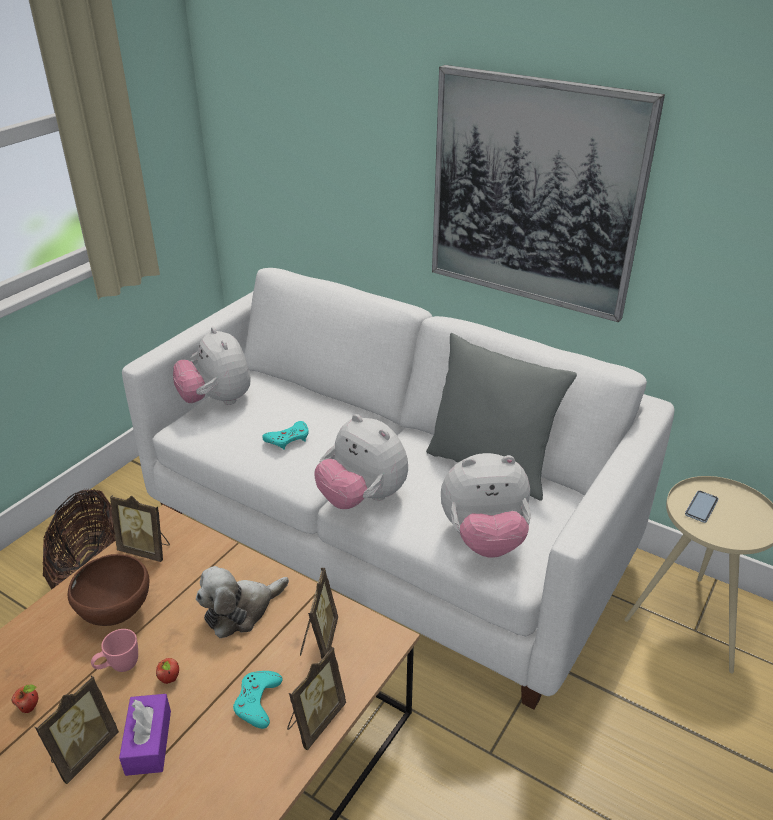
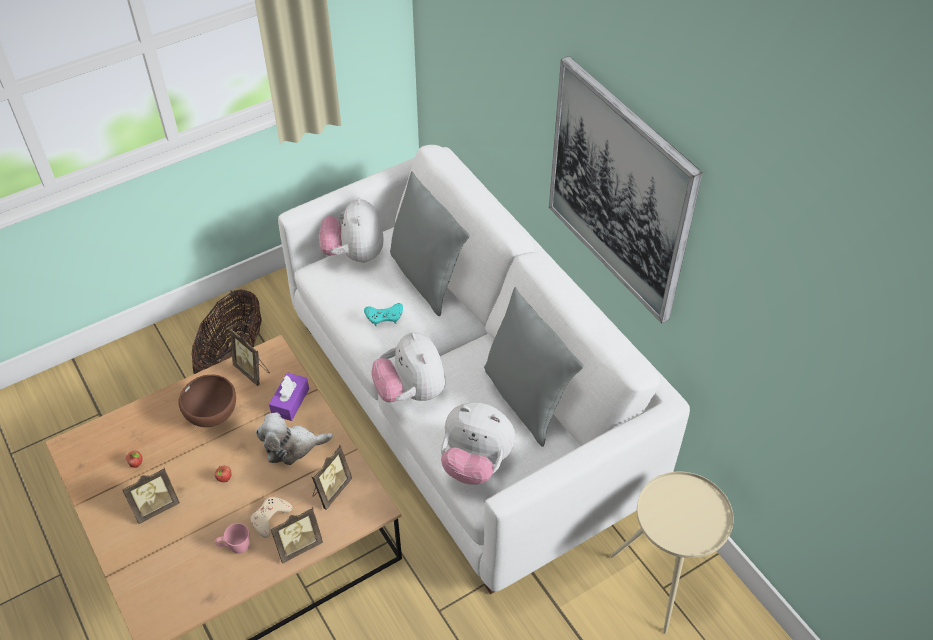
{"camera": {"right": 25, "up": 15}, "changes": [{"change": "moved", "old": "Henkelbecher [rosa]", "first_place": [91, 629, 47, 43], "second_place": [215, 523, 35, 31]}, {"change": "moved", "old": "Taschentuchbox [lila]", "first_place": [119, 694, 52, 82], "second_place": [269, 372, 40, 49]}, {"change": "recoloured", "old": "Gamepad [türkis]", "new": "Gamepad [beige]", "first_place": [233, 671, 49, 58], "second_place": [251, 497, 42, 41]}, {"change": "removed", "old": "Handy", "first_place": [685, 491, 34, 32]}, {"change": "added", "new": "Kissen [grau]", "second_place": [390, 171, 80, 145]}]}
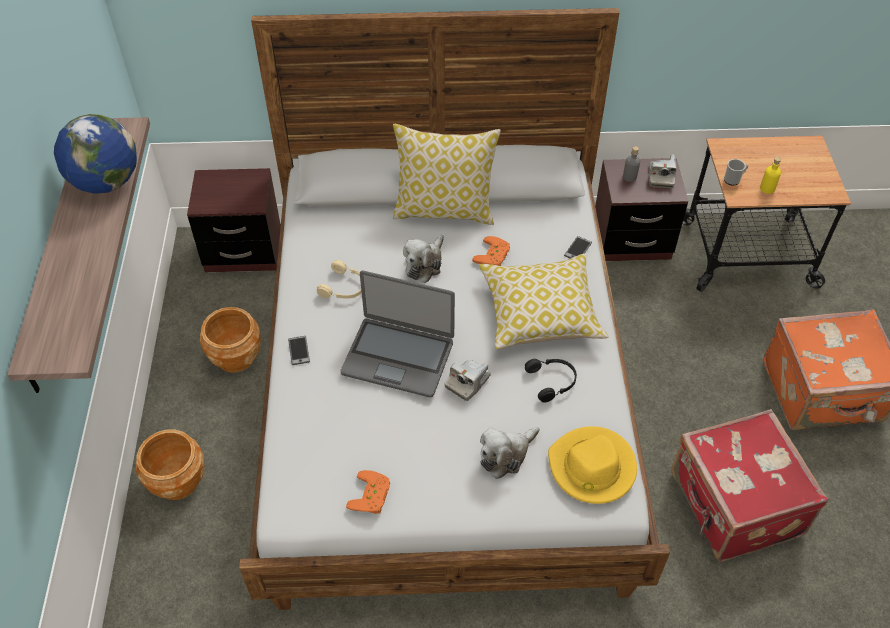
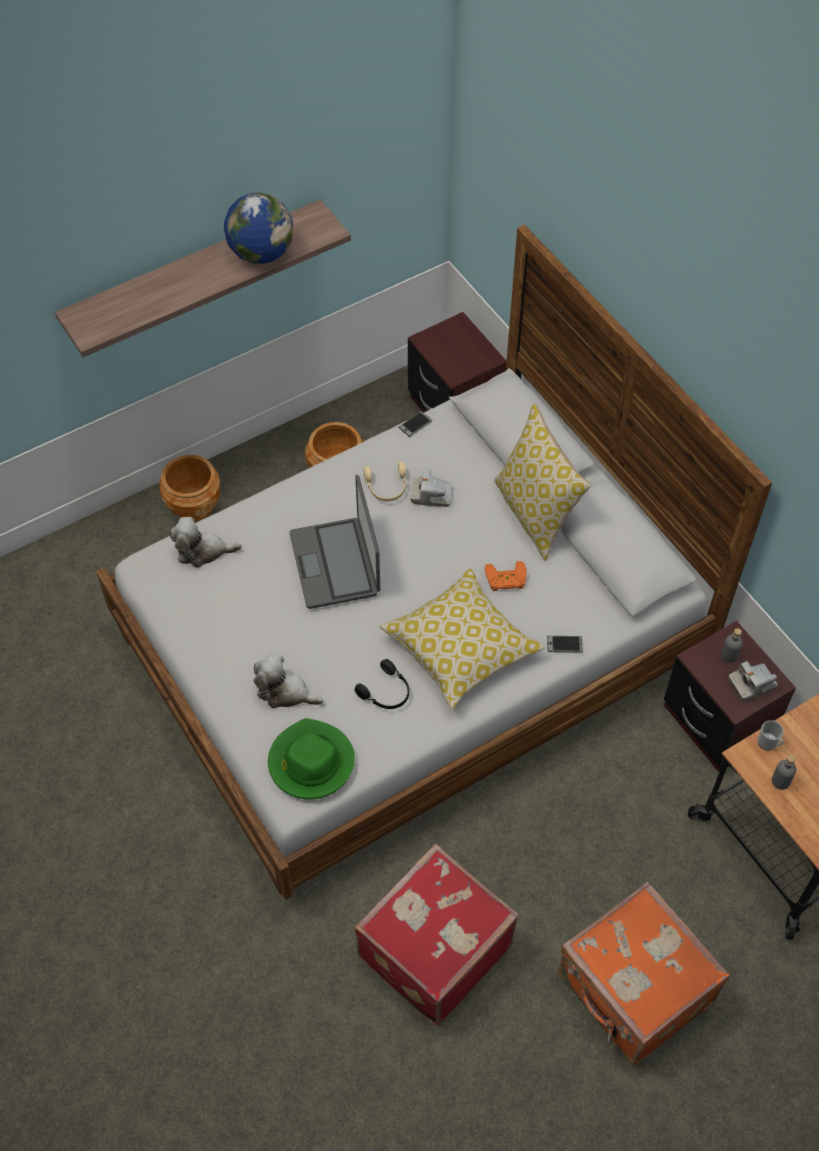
{"camera": {"right": 60, "up": 5}, "changes": [{"change": "moved", "old": "Handy", "first_place": [288, 336, 22, 29], "second_place": [398, 411, 34, 26]}, {"change": "removed", "old": "Gamepad [orange]", "first_place": [346, 470, 44, 44]}, {"change": "moved", "old": "Plüschtier", "first_place": [403, 235, 41, 48], "second_place": [170, 517, 72, 51]}, {"change": "moved", "old": "Kamera", "first_place": [444, 359, 47, 42], "second_place": [411, 469, 42, 38]}, {"change": "recoloured", "old": "Hut [gelb]", "new": "Hut [grün]", "first_place": [548, 426, 89, 78], "second_place": [268, 718, 87, 81]}, {"change": "recoloured", "old": "Flasche [gelb]", "new": "Flasche [grau]", "first_place": [760, 157, 21, 37], "second_place": [772, 755, 24, 35]}]}
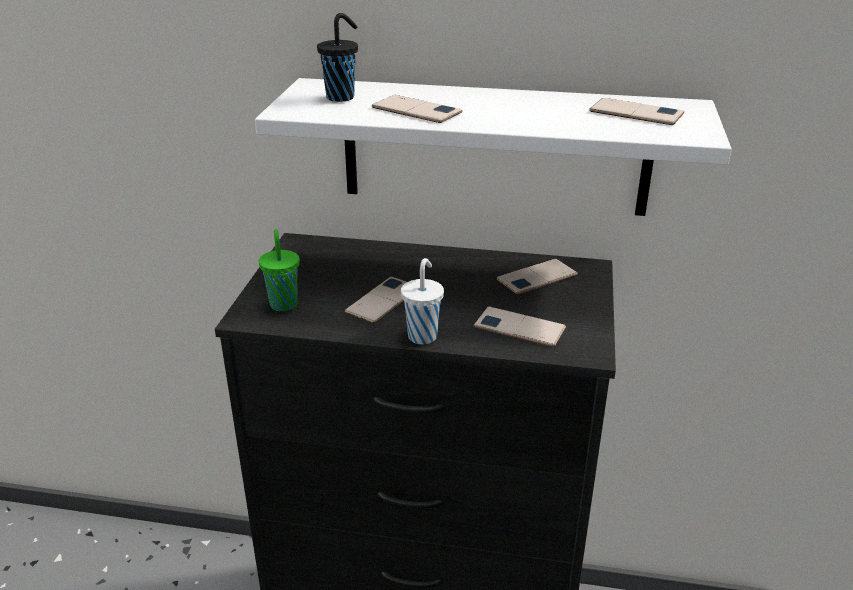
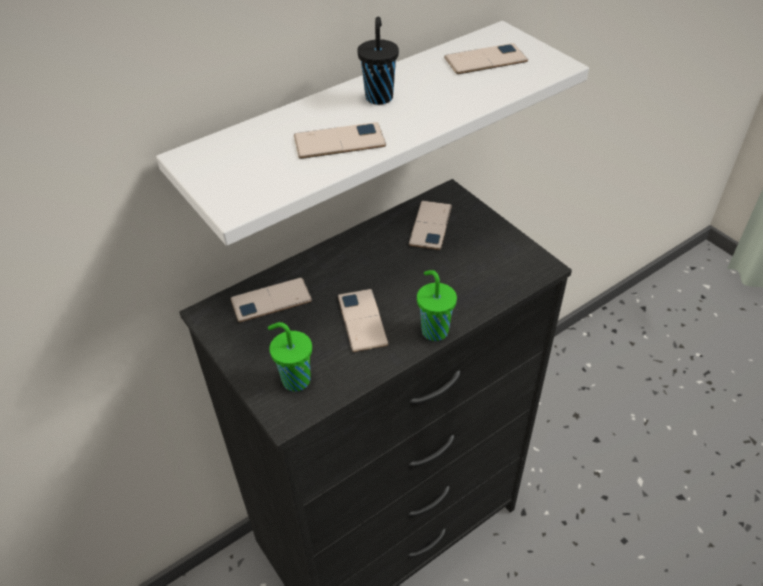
{"camera": {"right": -45, "up": 15}, "changes": [{"change": "moved", "old": "Tasse [schwarz]", "first_place": [317, 13, 41, 89], "second_place": [357, 17, 42, 88]}, {"change": "recoloured", "old": "Tasse [weiß]", "new": "Tasse [grün]", "first_place": [401, 258, 43, 87], "second_place": [417, 270, 40, 71]}, {"change": "moved", "old": "Handy", "first_place": [474, 307, 92, 40], "second_place": [230, 278, 82, 44]}]}
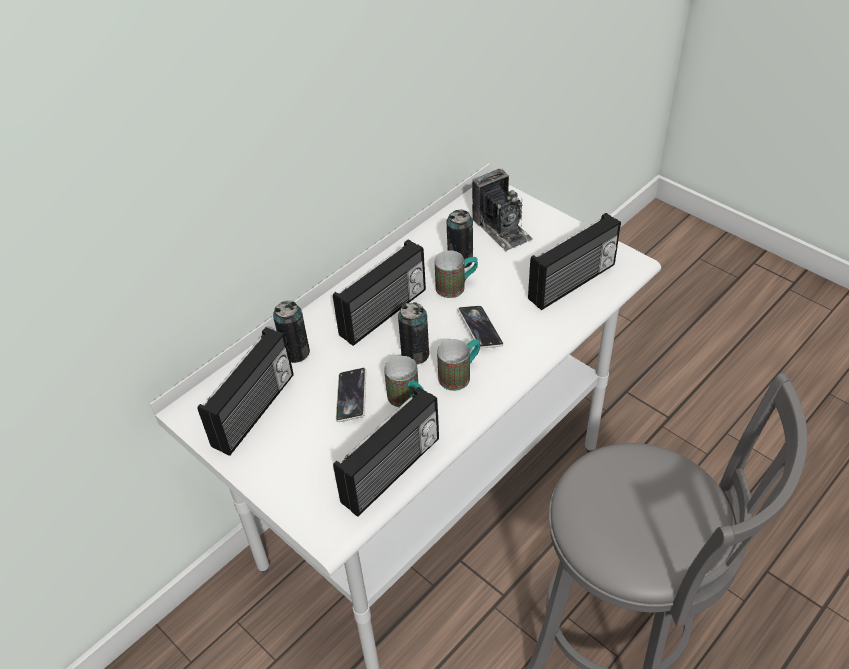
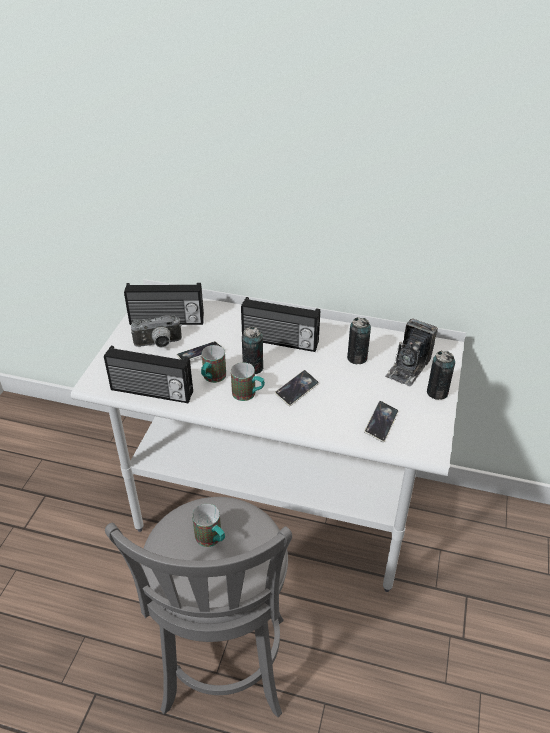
{"camera": {"right": 60, "up": -5}, "changes": [{"change": "moved", "old": "Dose", "first_place": [273, 301, 37, 62], "second_place": [427, 351, 28, 49]}, {"change": "moved", "old": "Henkelbecher", "first_place": [435, 250, 43, 48], "second_place": [192, 504, 33, 43]}, {"change": "replaced", "old": "Radio", "new": "Handy", "first_place": [528, 213, 93, 97], "second_place": [364, 401, 34, 41]}, {"change": "added", "new": "Kamera", "second_place": [131, 315, 51, 33]}]}
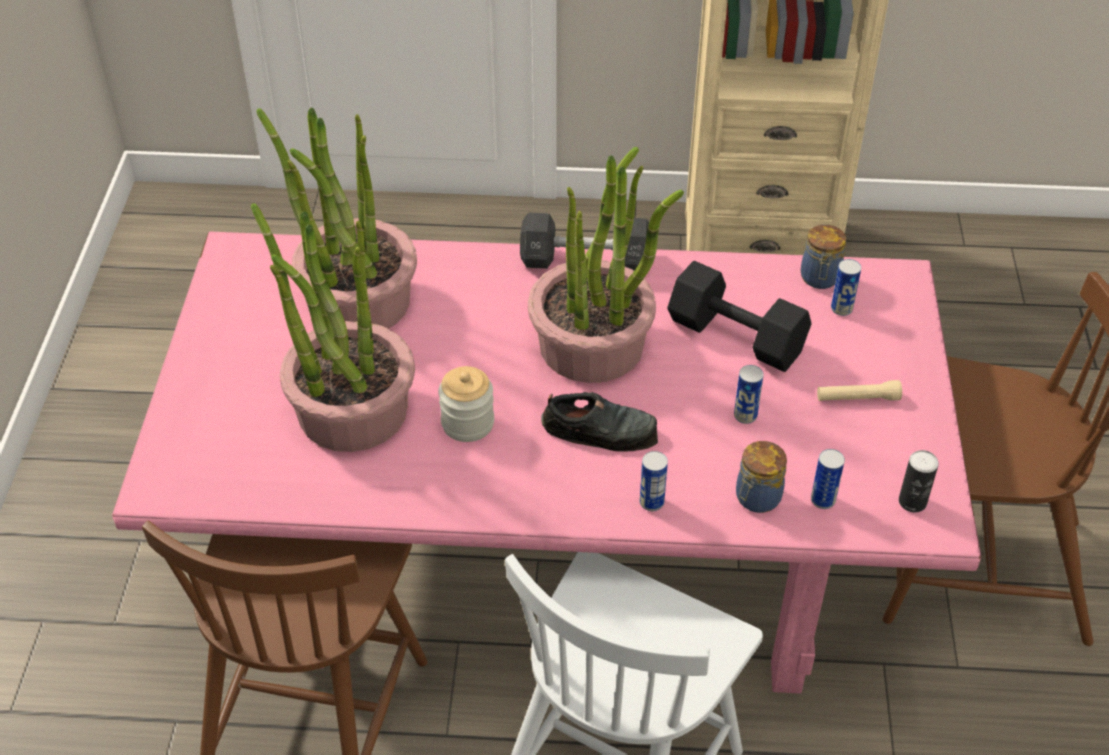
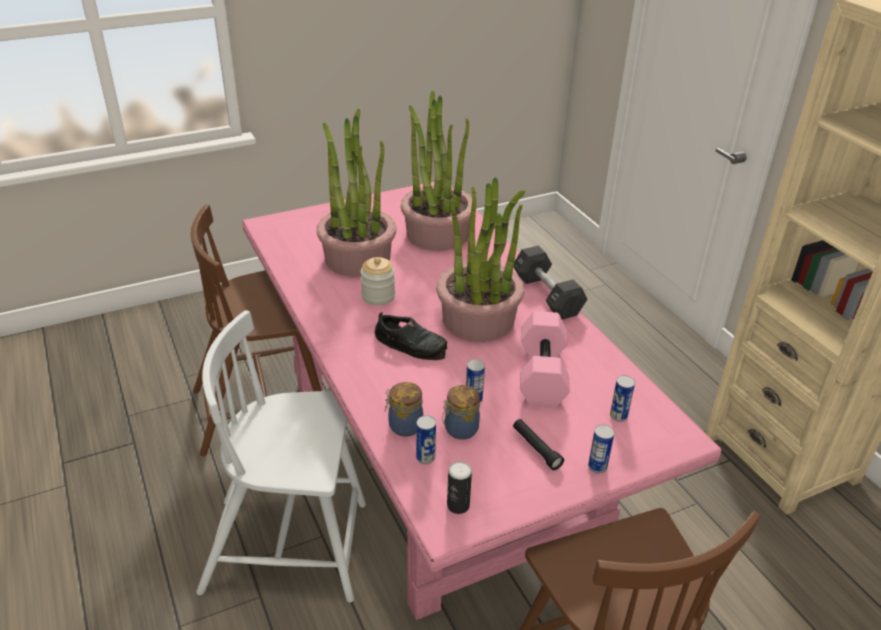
{"camera": {"right": 60, "up": -10}, "changes": [{"change": "turned", "old": "Schuh [schwarz]", "first_place": [541, 392, 117, 60], "second_place": [374, 312, 73, 48], "degrees": -45}, {"change": "moved", "old": "Dose", "first_place": [640, 451, 28, 60], "second_place": [588, 425, 26, 48]}, {"change": "recoloured", "old": "Hantel [schwarz]", "new": "Hantel [rosa]", "first_place": [667, 261, 145, 111], "second_place": [520, 311, 50, 97]}, {"change": "moved", "old": "Vorratsglas", "first_place": [800, 225, 46, 64], "second_place": [442, 385, 38, 55]}, {"change": "recoloured", "old": "Taschenlampe [beige]", "new": "Taschenlampe [schwarz]", "first_place": [817, 380, 85, 21], "second_place": [513, 419, 51, 51]}]}
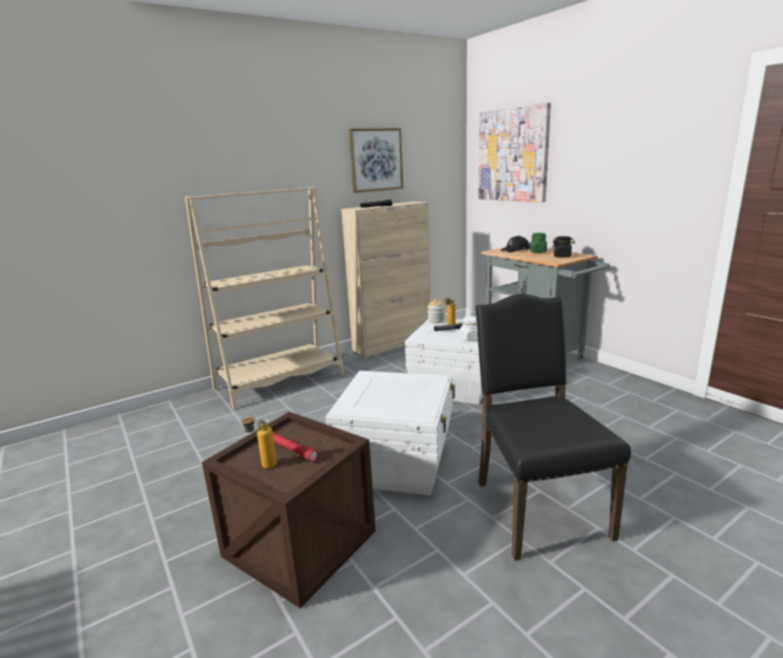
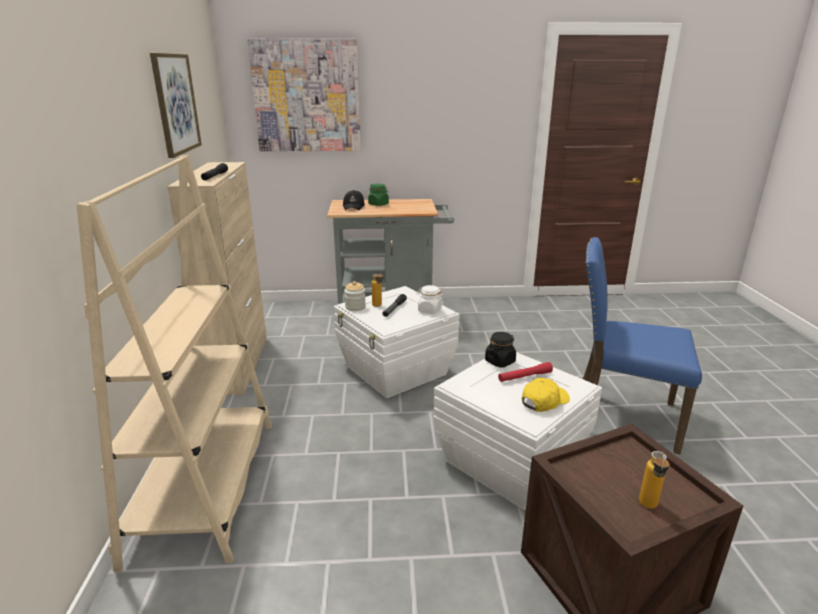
{"camera": {"right": -60, "up": 5}, "changes": [{"change": "moved", "old": "Taschenlampe [rot]", "first_place": [273, 432, 46, 30], "second_place": [498, 362, 55, 20]}, {"change": "recoloured", "old": "Stuhl [schwarz]", "new": "Stuhl [blau]", "first_place": [475, 294, 156, 267], "second_place": [583, 237, 119, 218]}, {"change": "moved", "old": "Vorratsglas [schwarz]", "first_place": [552, 236, 23, 21], "second_place": [485, 332, 31, 36]}, {"change": "added", "new": "Kappe [gelb]", "second_place": [522, 378, 48, 34]}]}
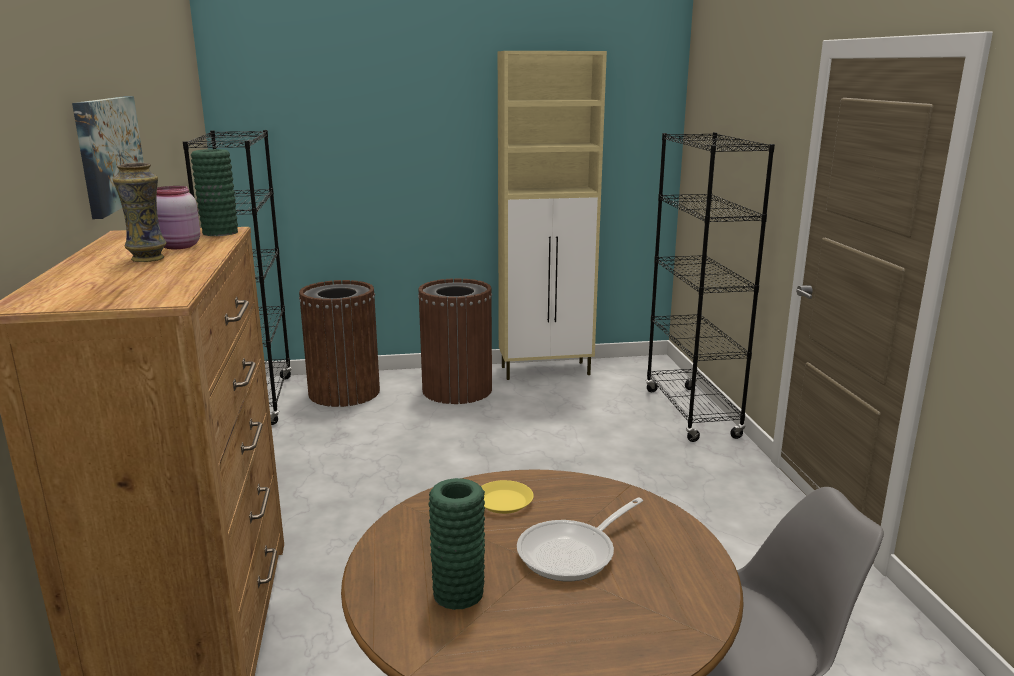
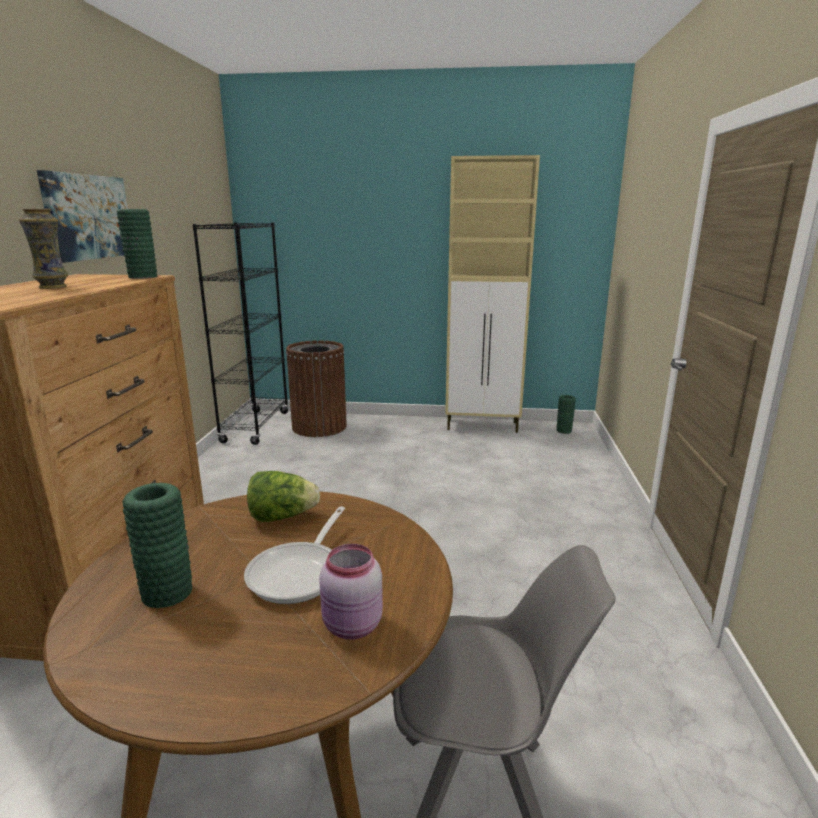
{"camera": {"right": 15, "up": 0}, "changes": [{"change": "moved", "old": "Vorratsglas [rosa]", "first_place": [156, 186, 44, 63], "second_place": [319, 544, 64, 96]}, {"change": "removed", "old": "Mülleimer [braun]", "first_place": [418, 278, 74, 126]}, {"change": "replaced", "old": "Teller [gelb]", "new": "Salatkopf", "first_place": [481, 480, 53, 34], "second_place": [247, 471, 73, 51]}, {"change": "turned", "old": "Pfanne", "first_place": [517, 497, 126, 84], "second_place": [244, 506, 101, 98], "degrees": -45}, {"change": "removed", "old": "Bücherregal [schwarz]", "first_place": [645, 132, 130, 310]}, {"change": "added", "new": "Vase [grün]", "second_place": [557, 395, 19, 39]}]}
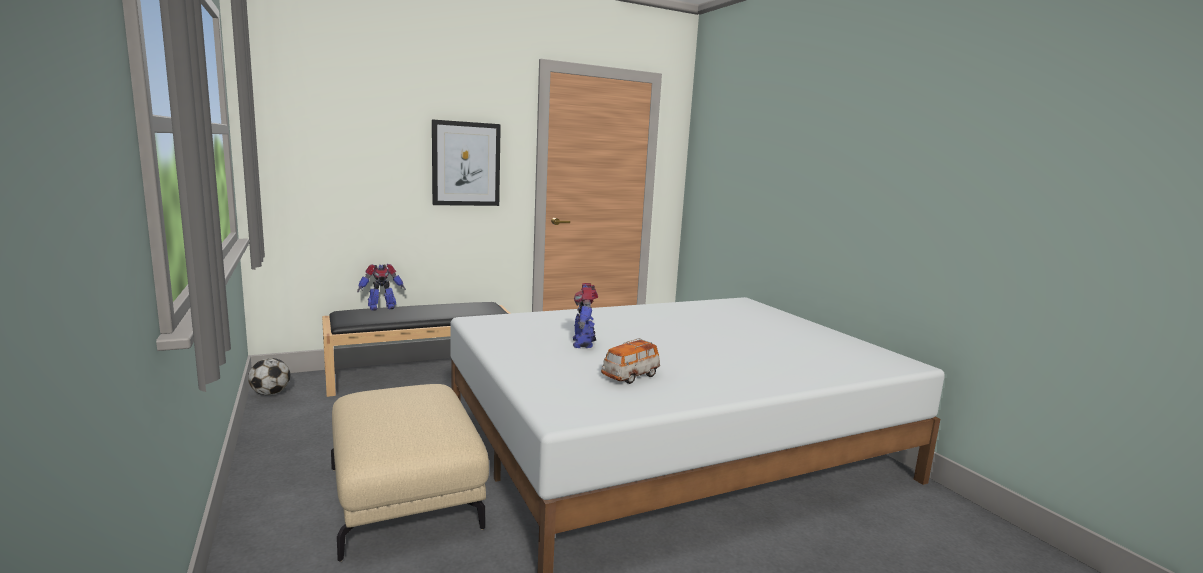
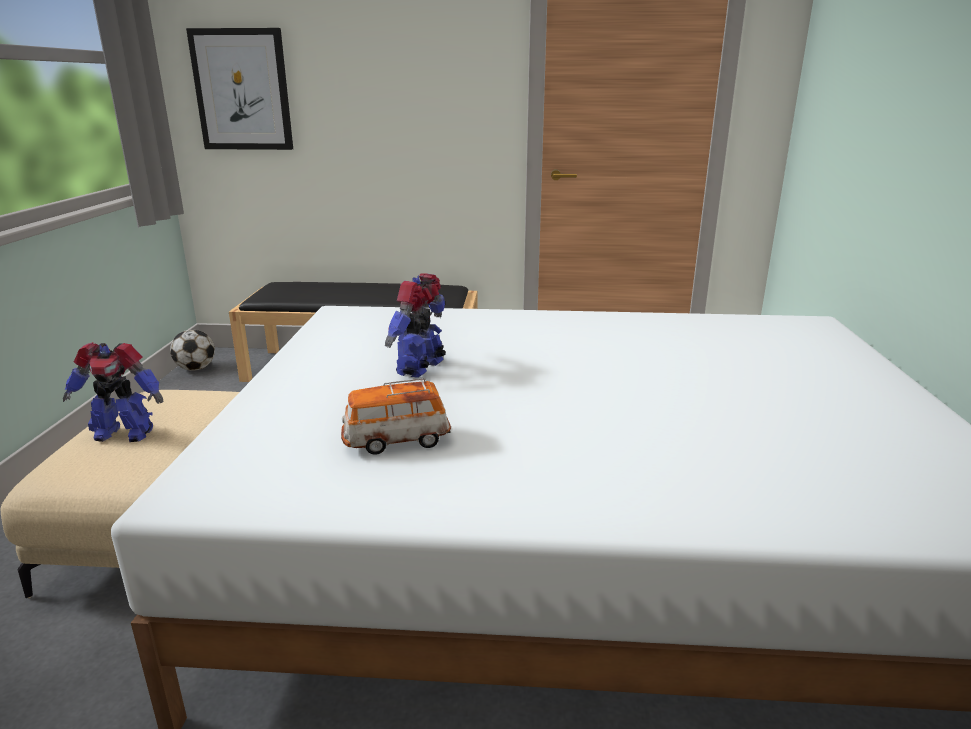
{"camera": {"right": 30, "up": 10}, "changes": [{"change": "moved", "old": "Spielzeugroboter", "first_place": [357, 264, 48, 46], "second_place": [63, 342, 100, 100]}, {"change": "moved", "old": "Bild", "first_place": [432, 119, 69, 87], "second_place": [186, 28, 107, 122]}]}
